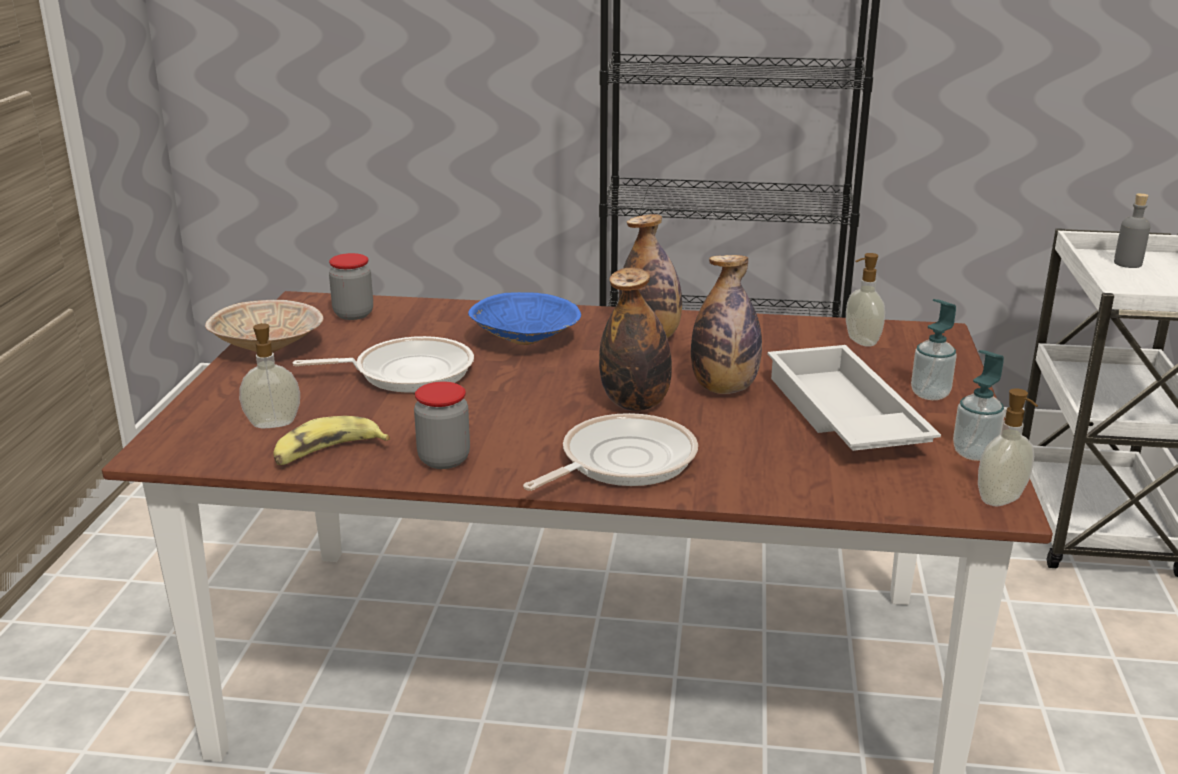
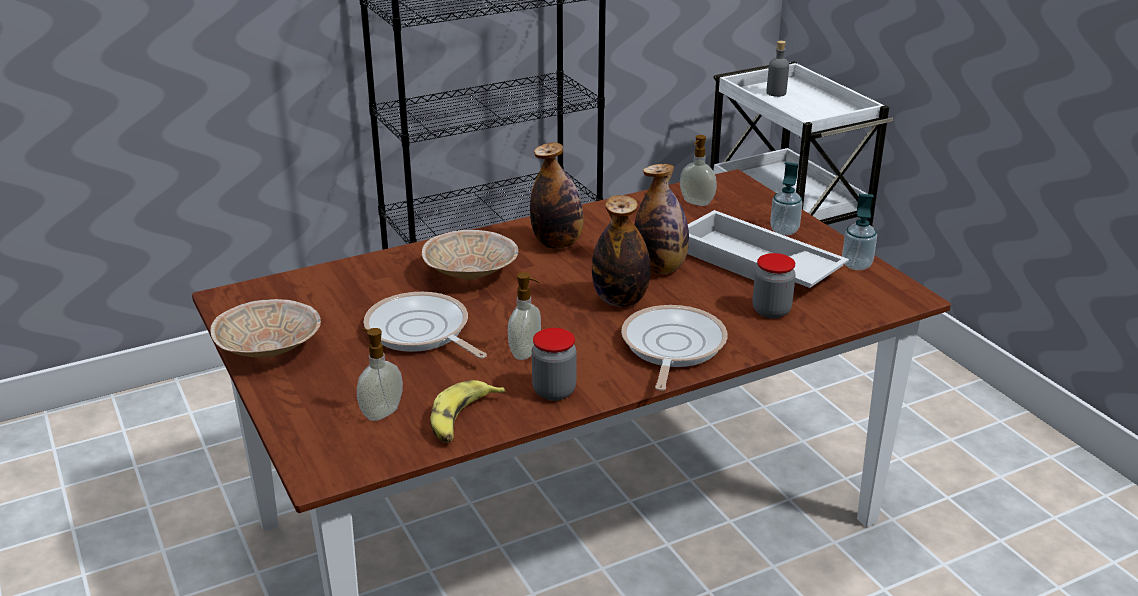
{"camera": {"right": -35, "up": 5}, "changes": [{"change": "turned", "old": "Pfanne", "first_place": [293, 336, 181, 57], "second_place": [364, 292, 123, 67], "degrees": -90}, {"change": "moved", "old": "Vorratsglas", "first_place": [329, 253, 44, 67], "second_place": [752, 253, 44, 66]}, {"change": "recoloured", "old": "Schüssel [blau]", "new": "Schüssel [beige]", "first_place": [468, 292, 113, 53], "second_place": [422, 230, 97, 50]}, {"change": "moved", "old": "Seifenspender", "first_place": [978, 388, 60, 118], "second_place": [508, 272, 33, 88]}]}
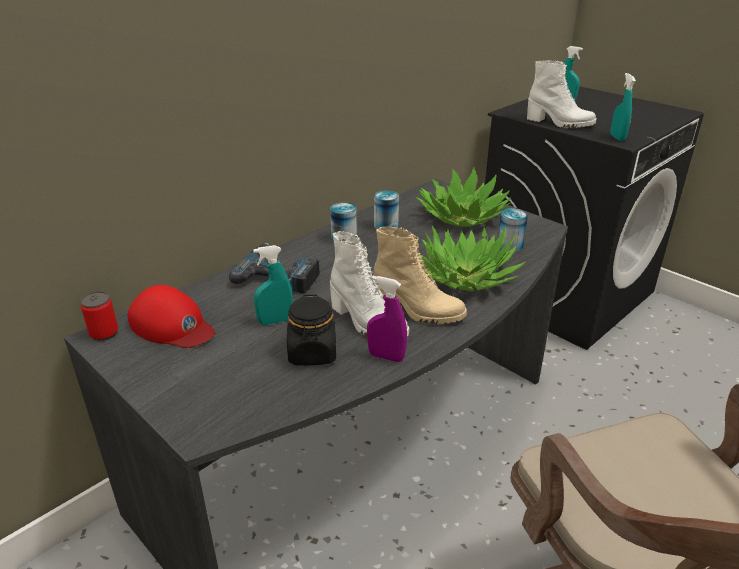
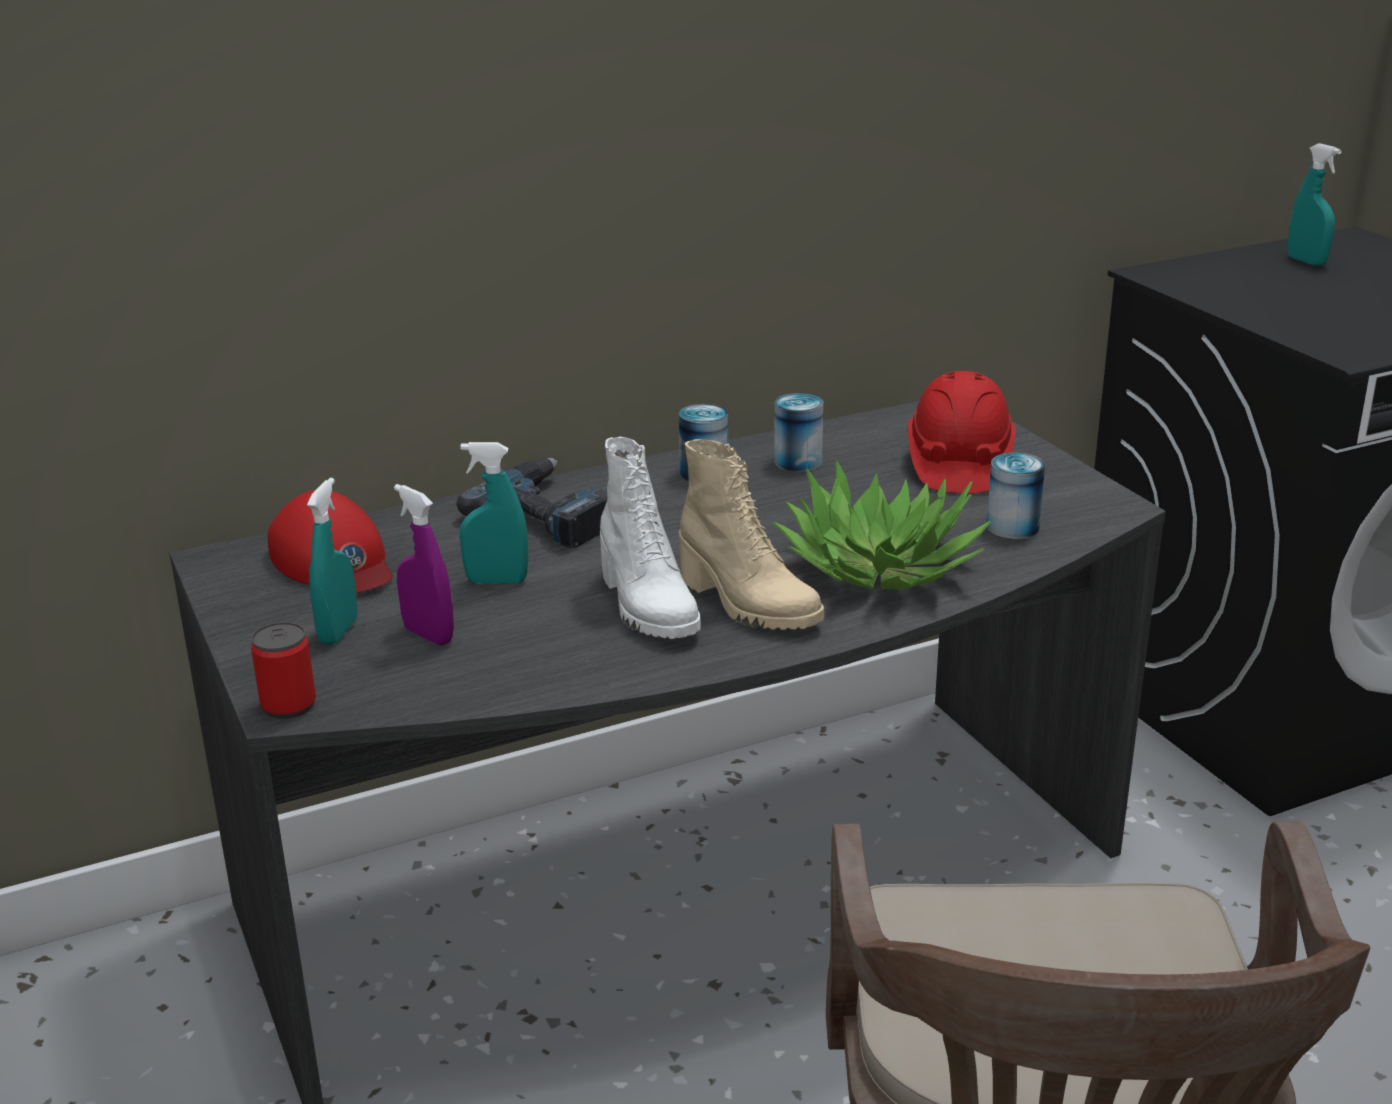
{"camera": {"right": 20, "up": -5}, "changes": [{"change": "moved", "old": "Dose", "first_place": [80, 292, 38, 49], "second_place": [251, 622, 65, 97]}, {"change": "removed", "old": "Vorratsglas [schwarz]", "first_place": [287, 295, 49, 70]}, {"change": "moved", "old": "Sprühflasche [lila]", "first_place": [367, 276, 40, 86], "second_place": [394, 484, 60, 161]}, {"change": "replaced", "old": "Topfpflanze", "new": "Schutzhelm [rot]", "first_place": [415, 167, 97, 60], "second_place": [908, 371, 108, 122]}, {"change": "removed", "old": "Stiefel [weiß]", "first_place": [527, 60, 69, 68]}, {"change": "moved", "old": "Sprühflasche [türkis]", "first_place": [610, 73, 26, 68], "second_place": [307, 478, 50, 167]}]}
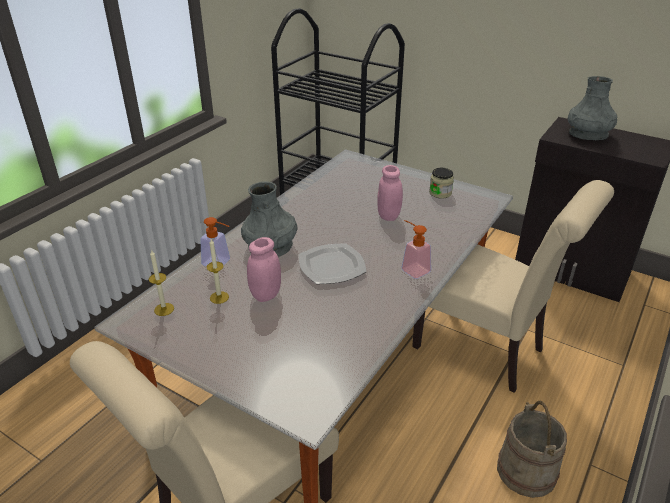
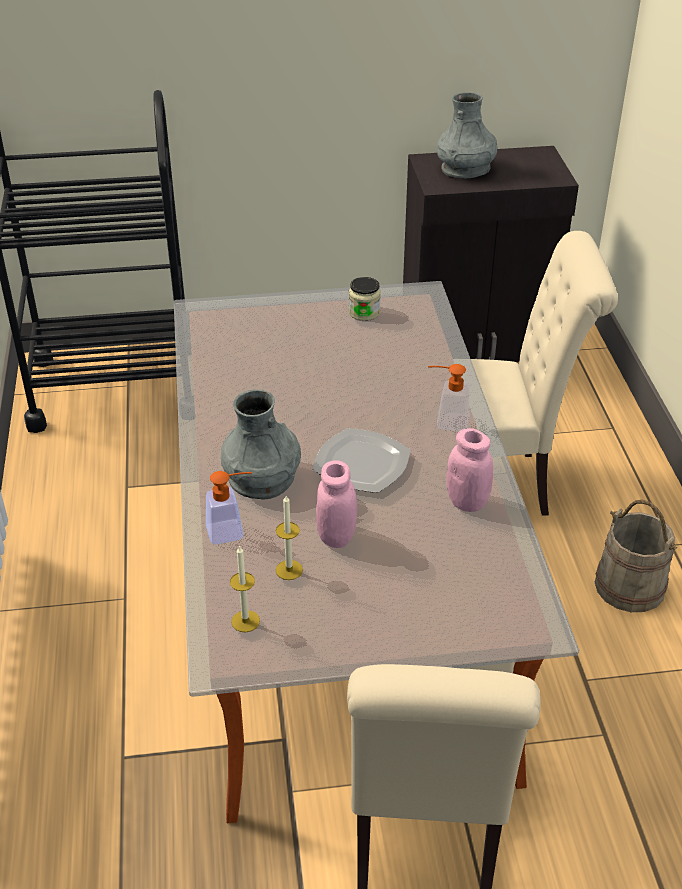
{"camera": {"right": -40, "up": 5}, "changes": [{"change": "moved", "old": "Vorratsglas [rosa]", "first_place": [377, 165, 26, 56], "second_place": [446, 428, 47, 84]}]}
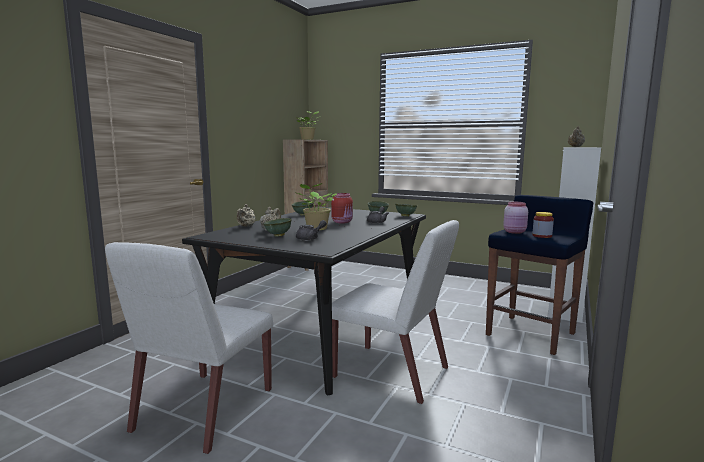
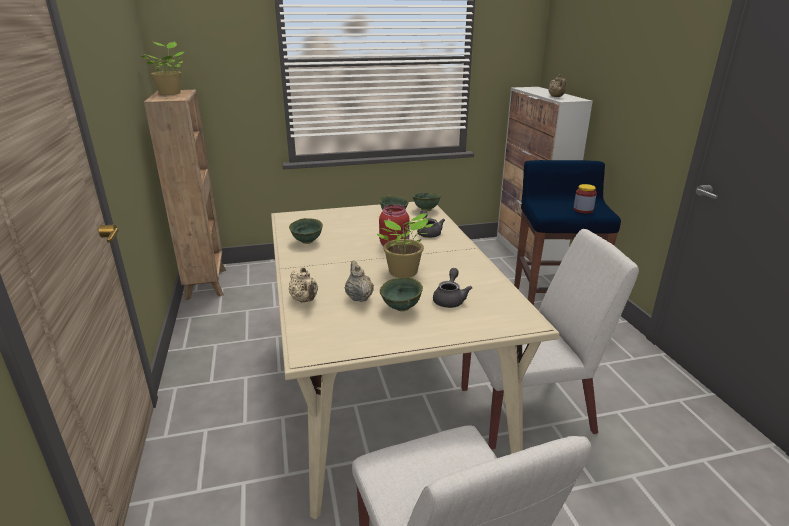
{"camera": {"right": -40, "up": 15}, "changes": [{"change": "recoloured", "old": "Esstisch [schwarz]", "new": "Esstisch [beige]", "first_place": [182, 207, 244, 188], "second_place": [271, 202, 288, 317]}, {"change": "removed", "old": "Vorratsglas [rosa]", "first_place": [503, 202, 25, 32]}]}
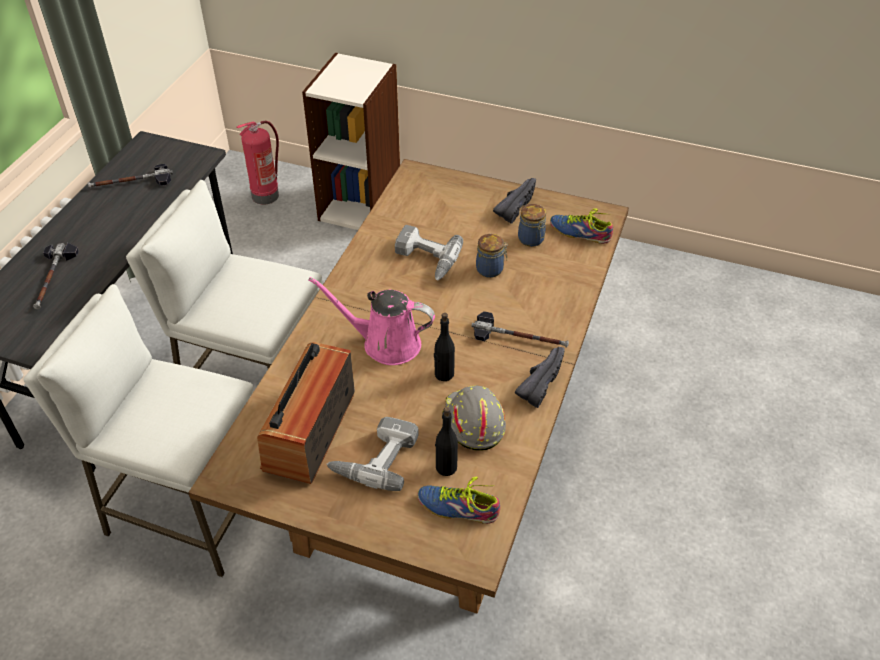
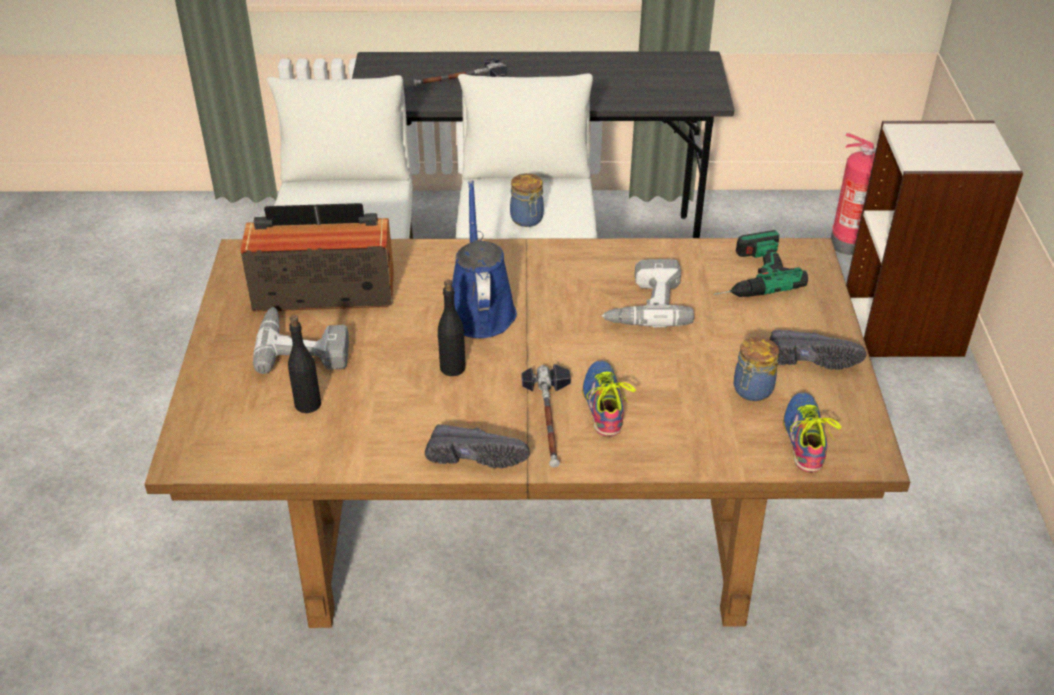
{"camera": {"right": 70, "up": -5}, "changes": [{"change": "removed", "old": "Hammer", "first_place": [88, 164, 85, 24]}, {"change": "recoloured", "old": "Gießkanne [rosa]", "new": "Gießkanne [blau]", "first_place": [308, 277, 127, 88], "second_place": [452, 180, 65, 158]}, {"change": "moved", "old": "Schuh", "first_place": [417, 476, 83, 48], "second_place": [582, 360, 54, 76]}, {"change": "removed", "old": "Schutzhelm [grau]", "first_place": [442, 386, 64, 65]}, {"change": "moved", "old": "Vorratsglas", "first_place": [476, 234, 32, 44], "second_place": [510, 173, 34, 54]}, {"change": "added", "new": "Bohrmaschine", "second_place": [714, 230, 94, 67]}]}
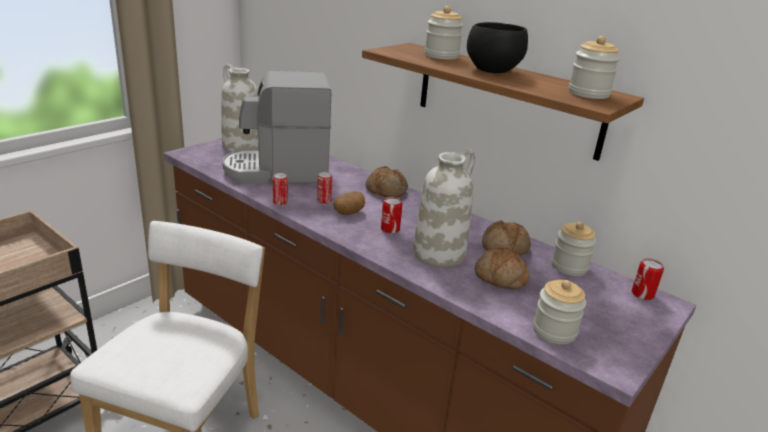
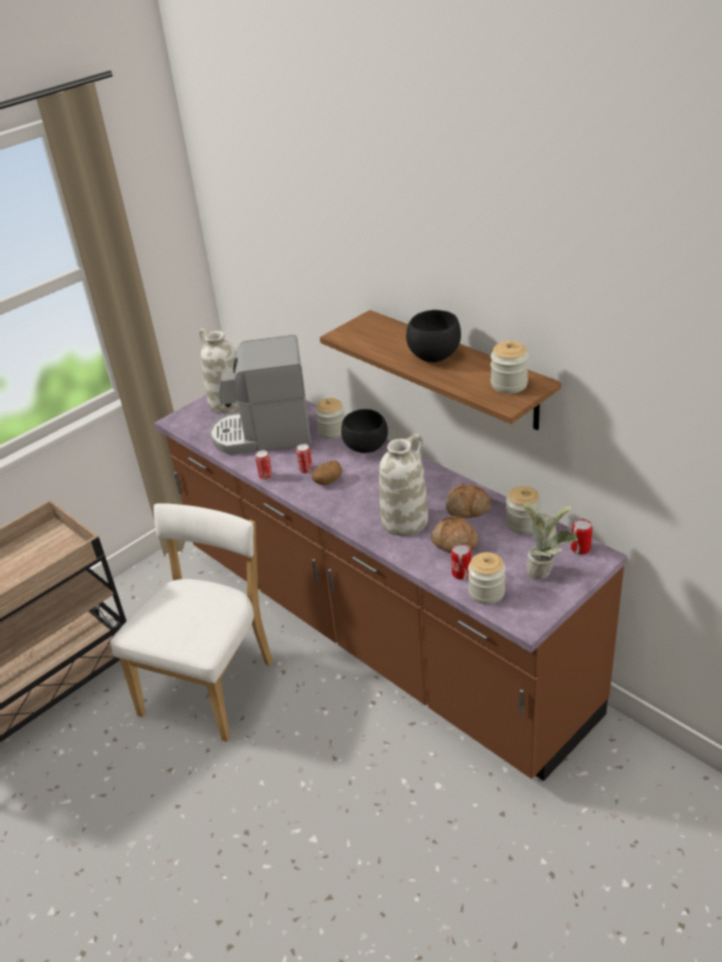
{"camera": {"right": 10, "up": 10}, "changes": [{"change": "replaced", "old": "Brot", "new": "Schüssel [schwarz]", "first_place": [366, 166, 42, 31], "second_place": [341, 409, 47, 44]}, {"change": "moved", "old": "Dose", "first_place": [381, 197, 21, 37], "second_place": [451, 543, 20, 37]}, {"change": "moved", "old": "Vorratsglas", "first_place": [425, 6, 38, 54], "second_place": [315, 398, 30, 41]}, {"change": "added", "new": "Topfpflanze", "second_place": [523, 500, 55, 80]}]}
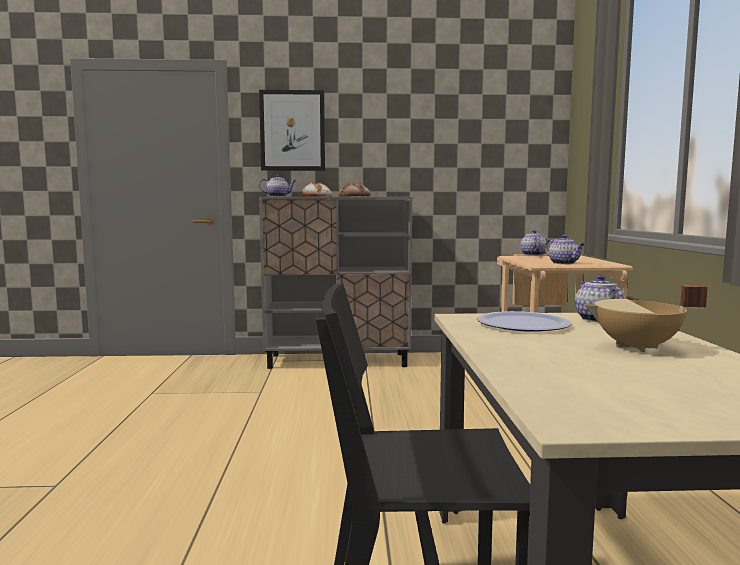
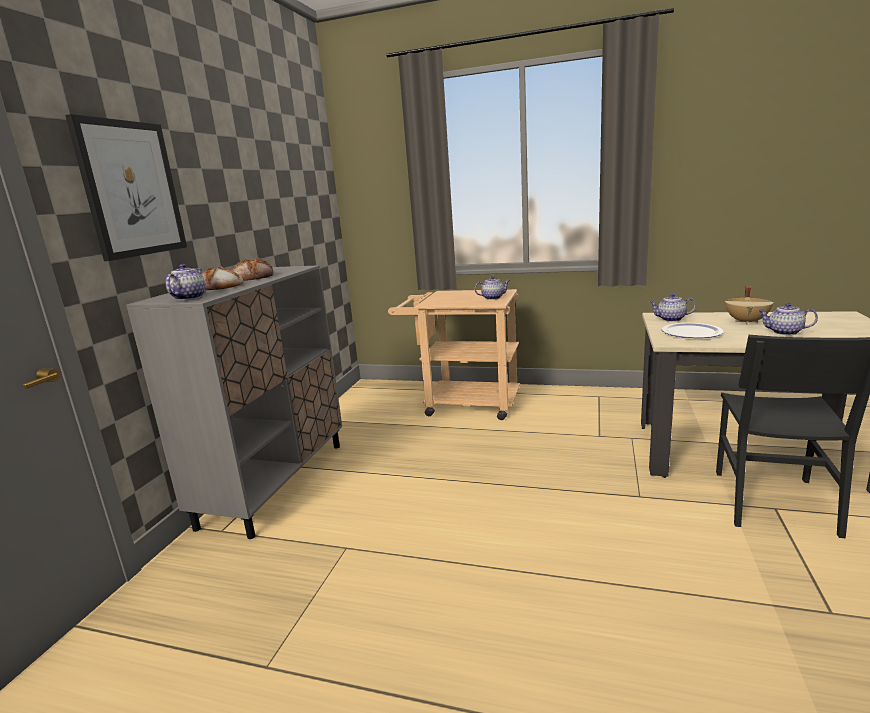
{"camera": {"right": -70, "up": 10}, "changes": [{"change": "moved", "old": "Teekanne", "first_place": [520, 230, 27, 26], "second_place": [758, 303, 60, 32]}]}
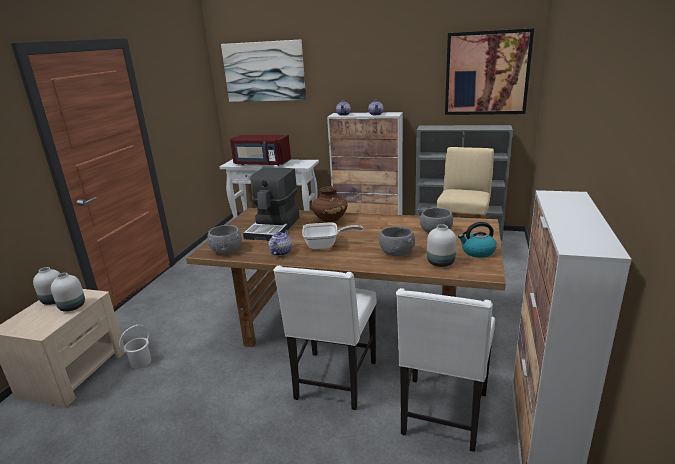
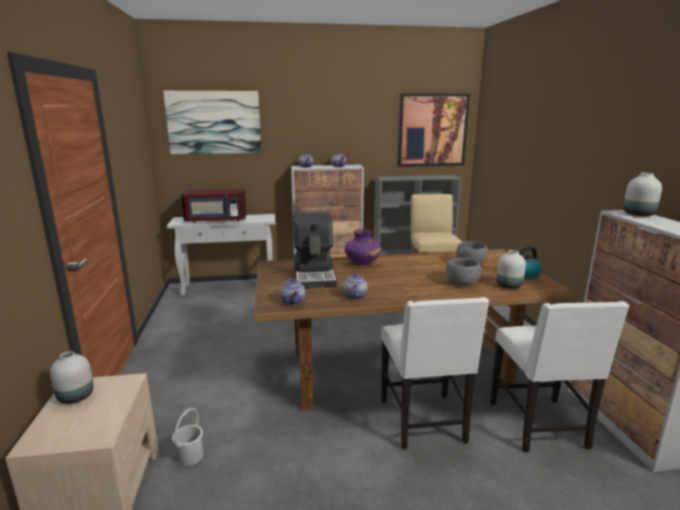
{"camera": {"right": -25, "up": -5}, "changes": [{"change": "moved", "old": "Vase [weiß]", "first_place": [51, 273, 34, 39], "second_place": [623, 173, 39, 43]}, {"change": "replaced", "old": "Schüssel [grau]", "new": "Teekanne", "first_place": [207, 225, 35, 29], "second_place": [280, 278, 26, 27]}, {"change": "removed", "old": "Pfanne", "first_place": [302, 222, 61, 27]}, {"change": "recoloured", "old": "Vase [braun]", "new": "Vase [lila]", "first_place": [311, 186, 37, 36], "second_place": [344, 229, 37, 36]}]}
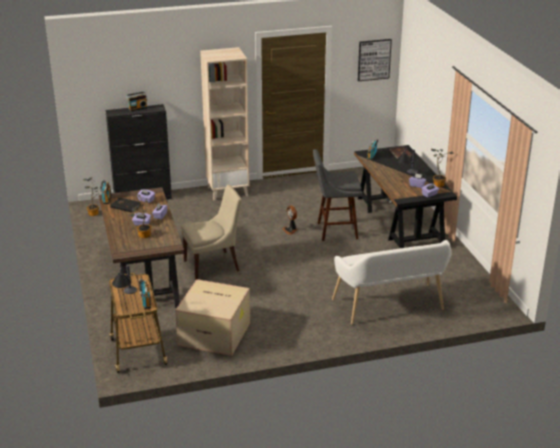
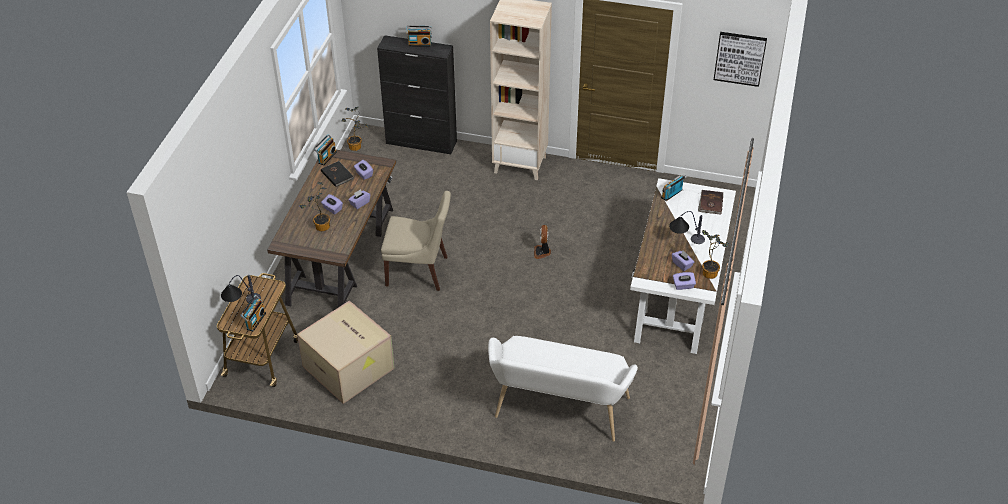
{"camera": {"right": 30, "up": 15}, "changes": [{"change": "removed", "old": "Hocker [grau]", "first_place": [313, 149, 49, 92]}, {"change": "recoloured", "old": "Schreibtisch [schwarz]", "new": "Schreibtisch [weiß]", "first_place": [354, 145, 103, 103], "second_place": [630, 178, 106, 176]}]}
